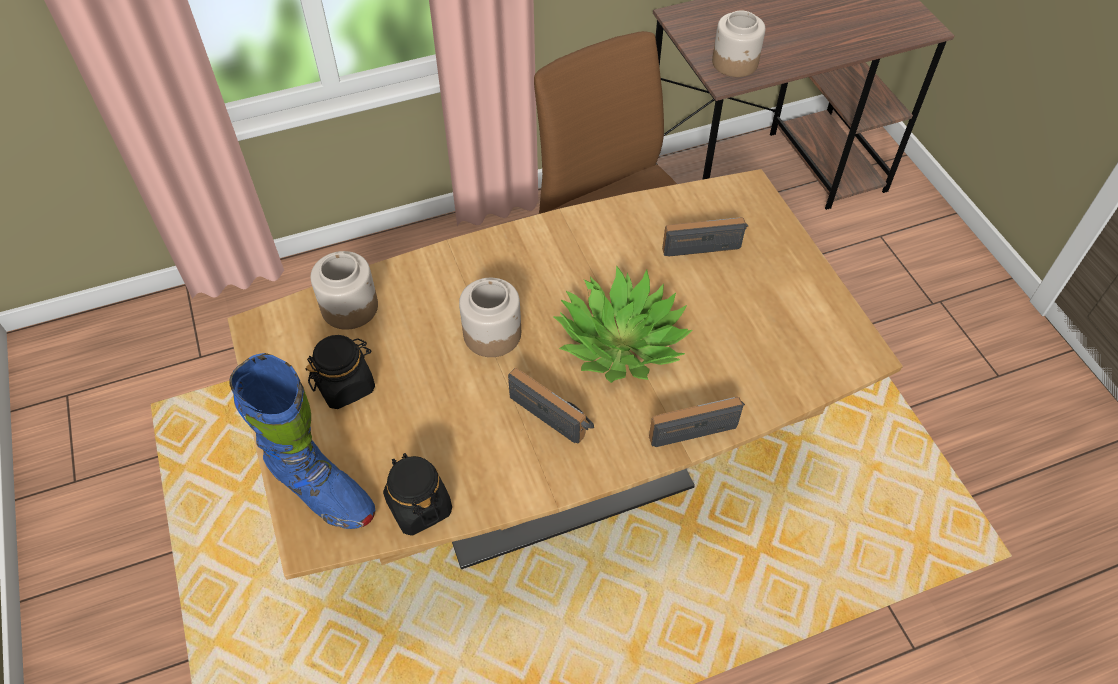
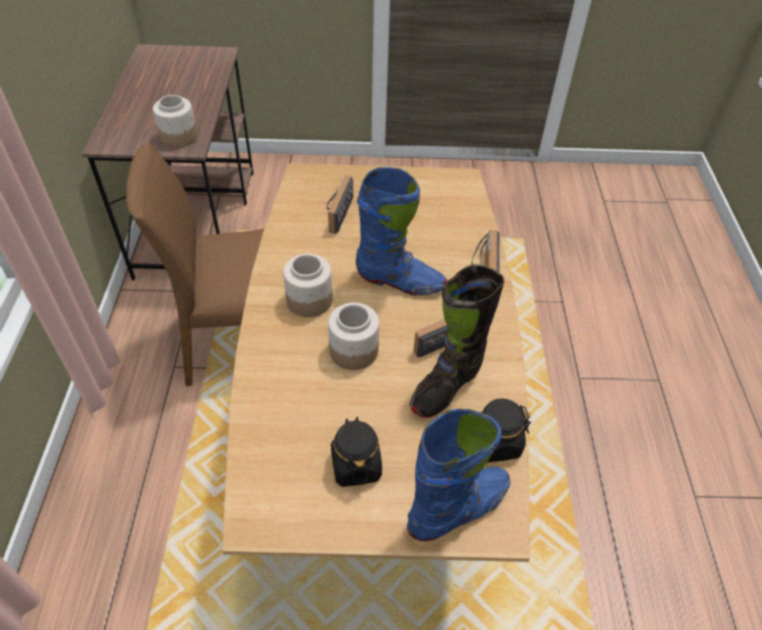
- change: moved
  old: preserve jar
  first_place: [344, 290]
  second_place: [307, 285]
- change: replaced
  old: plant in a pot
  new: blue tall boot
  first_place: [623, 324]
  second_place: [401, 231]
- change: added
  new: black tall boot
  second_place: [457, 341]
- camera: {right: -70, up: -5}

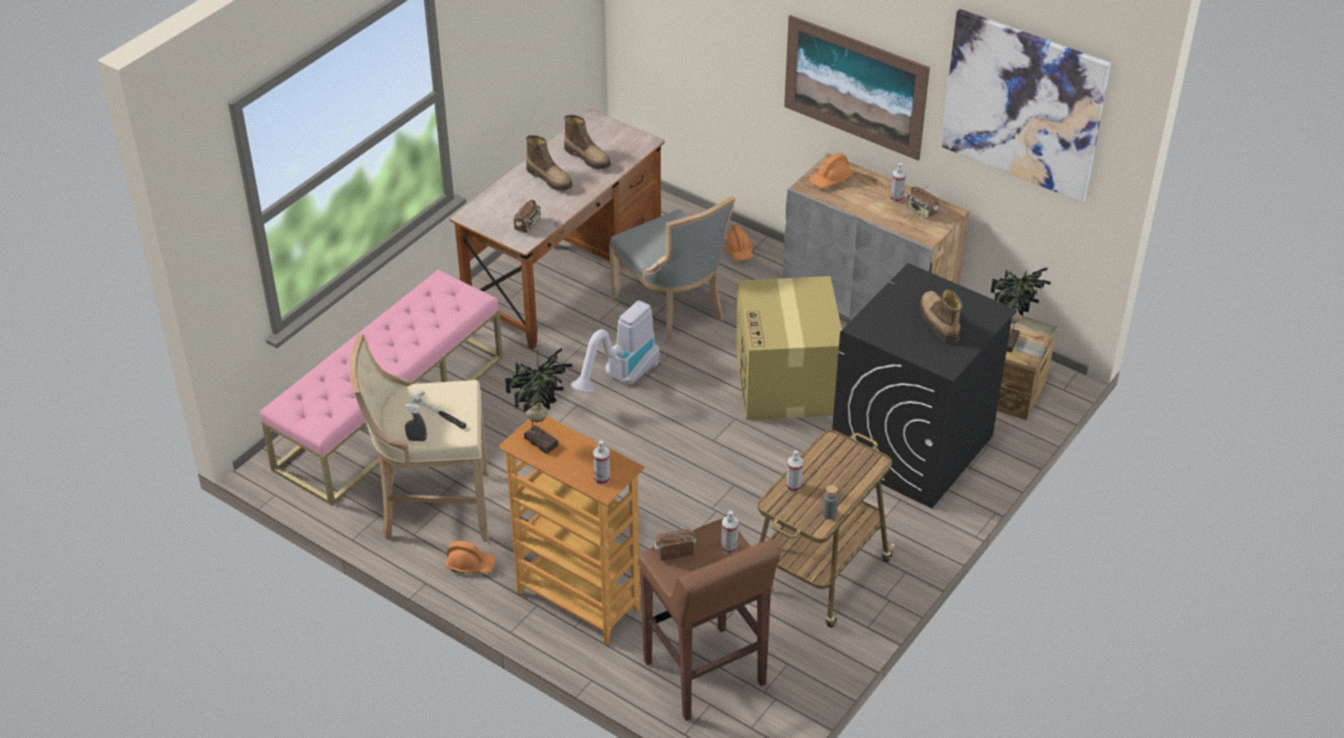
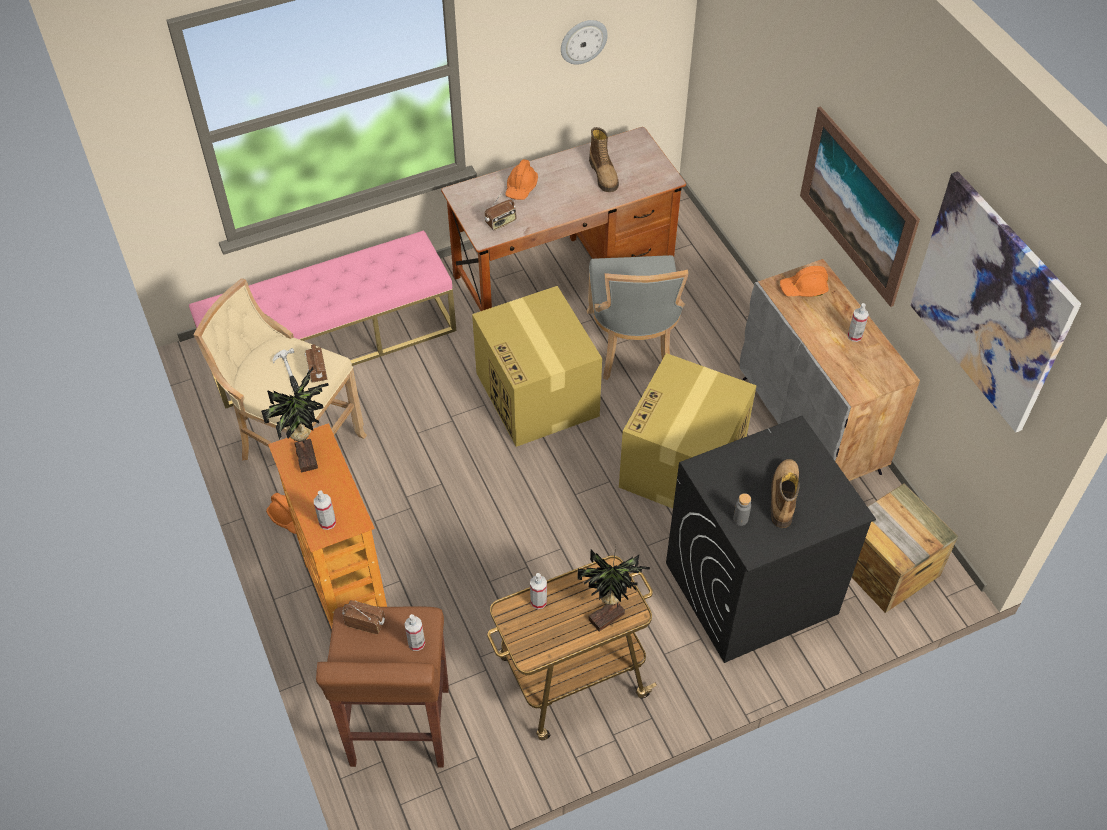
- change: moved
  old: radio set
  first_place: [923, 201]
  second_place: [316, 363]
- change: replaced
  old: vacuum
  new: packing box
  first_place: [615, 347]
  second_place: [537, 366]
- change: moved
  old: orange-coloured safety helmet
  first_place: [738, 242]
  second_place: [521, 179]
- change: added
  new: clock on the wall
  second_place: [584, 42]
- change: moved
  old: plant in a pot
  first_place: [1021, 310]
  second_place: [613, 589]
- change: moved
  old: gray beverage bottle
  first_place: [830, 502]
  second_place: [742, 509]
- change: removed
  old: gray sprayer
  first_place: [416, 422]
- change: removed
  old: tall boot
  first_place: [549, 163]
- camera: {right: 30, up: 10}

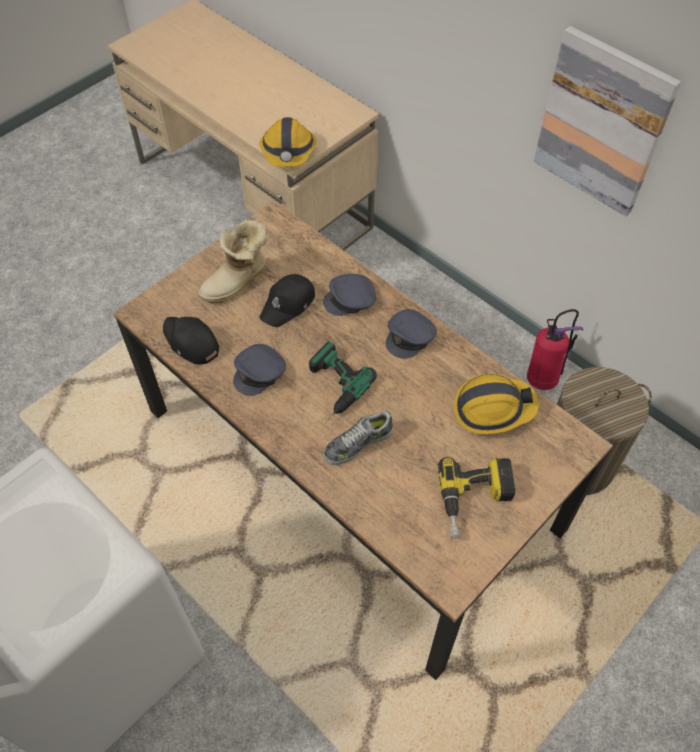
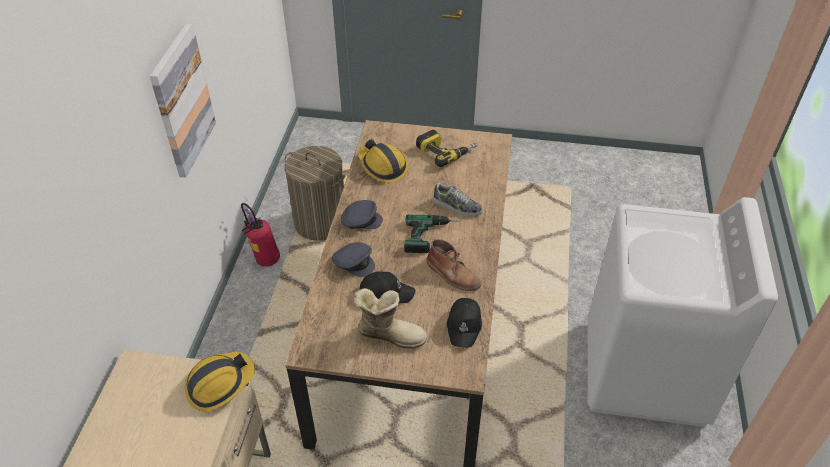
- change: replaced
  old: gray cap
  new: brown-coloured tall boot
  first_place: [259, 370]
  second_place: [454, 265]
- camera: {right: -125, up: -10}

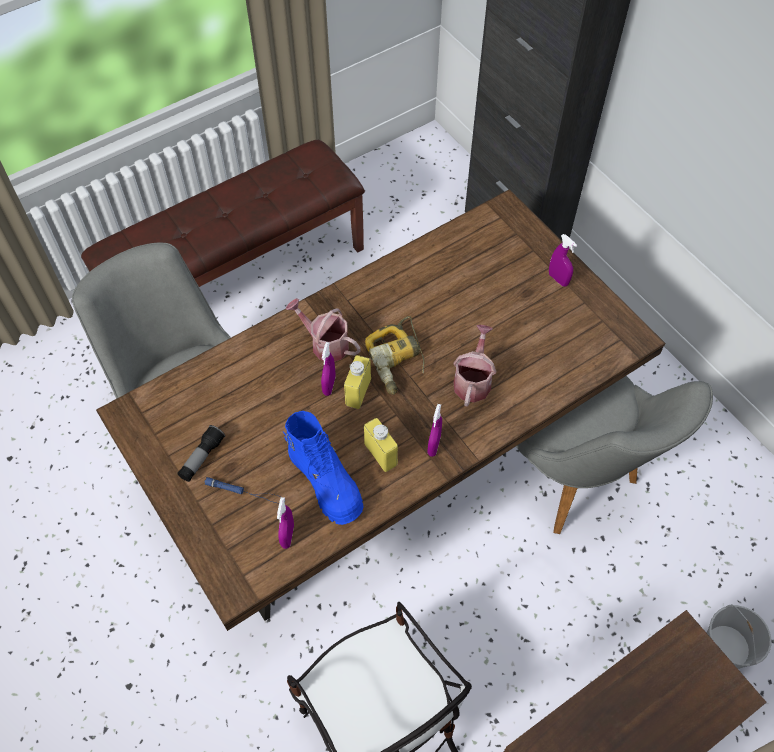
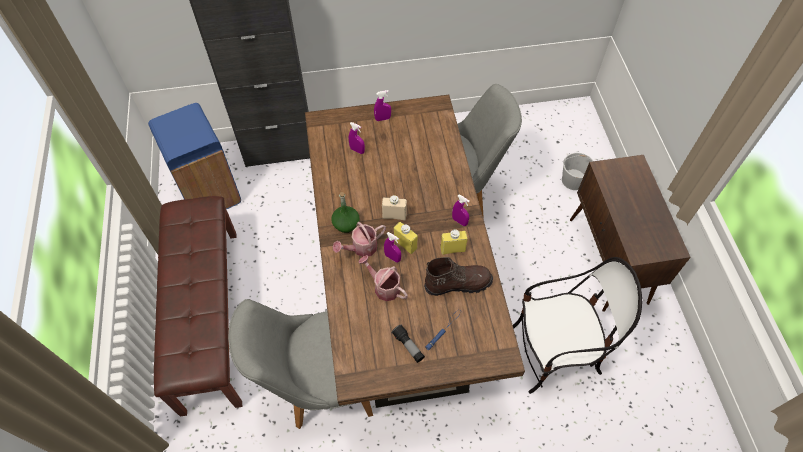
- change: added
  new: blue rubbish bin
  second_place: [194, 156]
- change: added
  new: green-coloured beverage bottle
  second_place: [345, 212]
- change: moved
  old: purplish sprayer
  first_place: [285, 523]
  second_place: [357, 138]
- change: moved
  old: watering can
  first_place: [474, 366]
  second_place: [383, 278]
- change: replaced
  old: drill
  new: beige-coloured beverage bottle
  first_place: [394, 355]
  second_place: [394, 207]
- change: recoloured
  old: blue tall boot
  new: brown-coloured tall boot
  first_place: [323, 468]
  second_place: [458, 276]
- camera: {right: -65, up: 0}

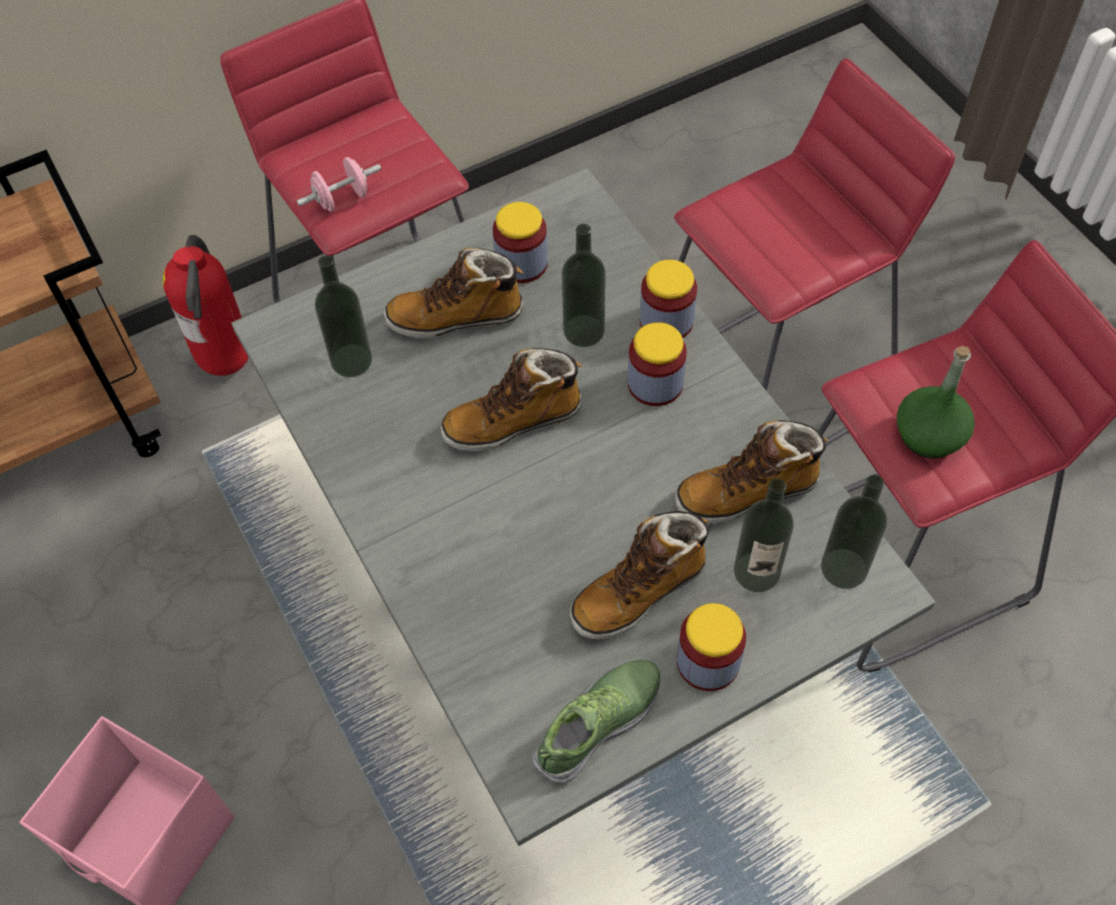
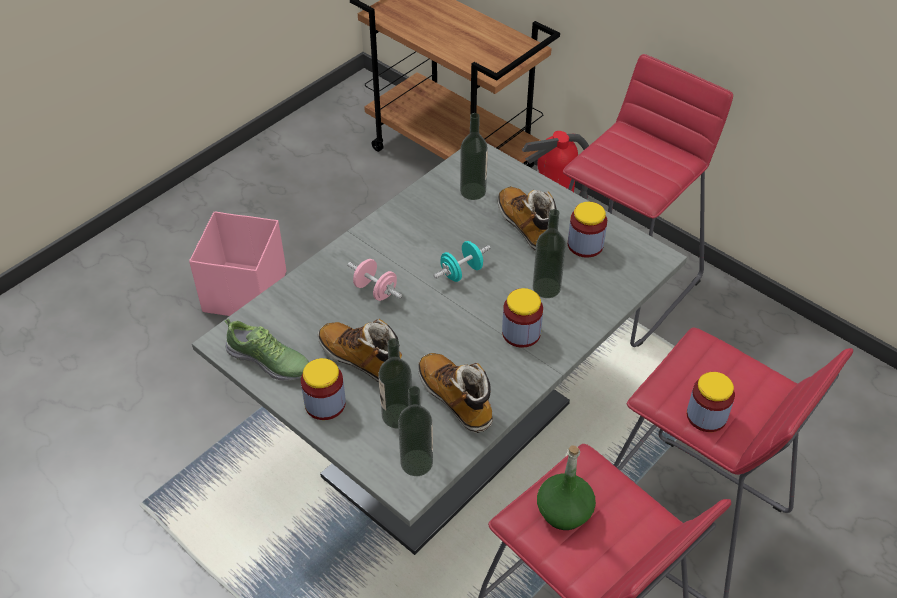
- change: moved
  old: pink-coloured free weight
  first_place: [339, 184]
  second_place: [375, 280]
- change: replaced
  old: tall boot
  new: blue-green free weight
  first_place: [512, 399]
  second_place: [462, 261]
- change: moved
  old: preserve jar
  first_place: [668, 298]
  second_place: [711, 402]
- camera: {right: 70, up: -10}

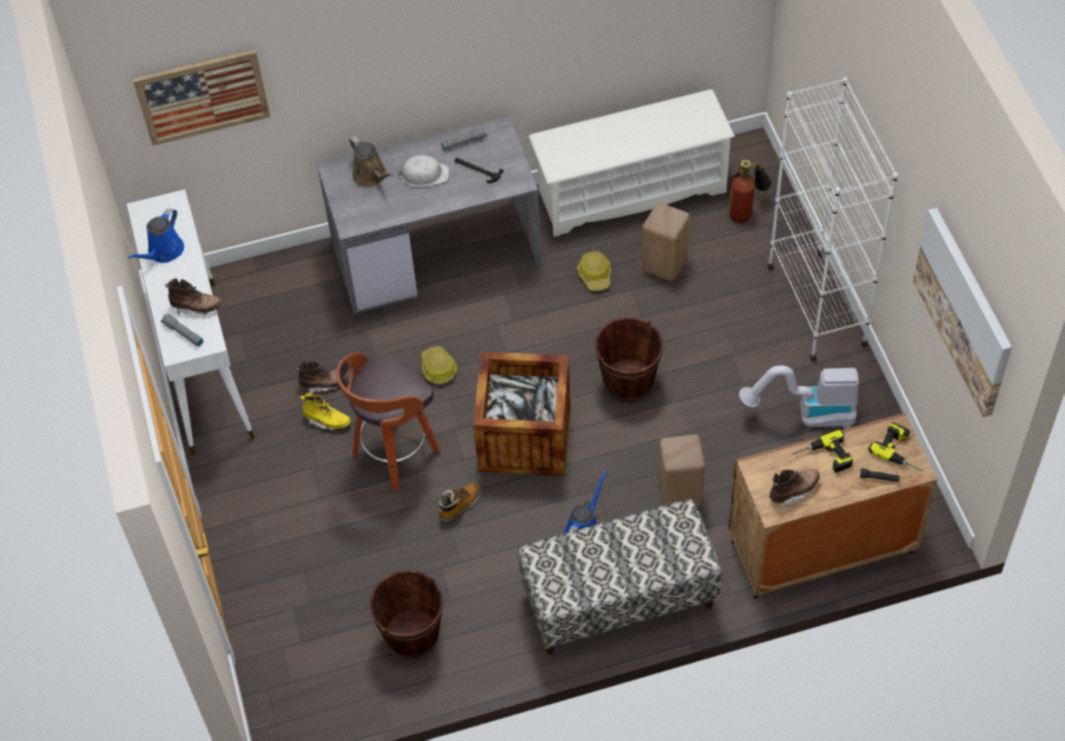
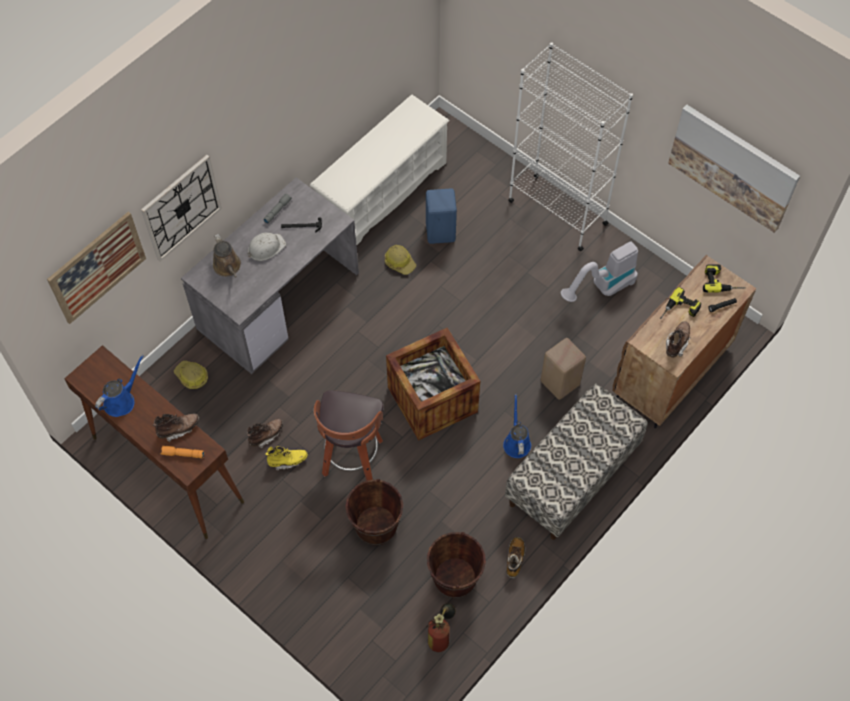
- change: recoloured
  old: white console table
  new: brown-coloured console table
  first_place: [191, 322]
  second_place: [154, 442]
- change: turned
  old: blue watering can
  first_place: [155, 235]
  second_place: [119, 386]
  degrees: -135
- change: added
  new: clock on the wall
  second_place: [181, 208]
- change: recoloured
  old: gray flashlight
  new: orange-coloured flashlight
  first_place: [182, 330]
  second_place: [182, 452]
- change: moved
  old: safety helmet
  first_place: [439, 365]
  second_place: [191, 375]
- change: turned
  old: brown-coloured watering can
  first_place: [371, 161]
  second_place: [227, 256]
  degrees: 45
- change: moved
  old: brown-coloured bucket
  first_place: [629, 359]
  second_place: [374, 512]
- change: recoloured
  old: beige-coloured stool seat
  new: blue stool seat
  first_place: [665, 241]
  second_place: [441, 216]
- change: moved
  old: extinguisher
  first_place: [750, 191]
  second_place: [441, 627]
- change: moved
  old: tall boot
  first_place: [459, 502]
  second_place: [515, 557]
- camera: {right: -35, up: 5}

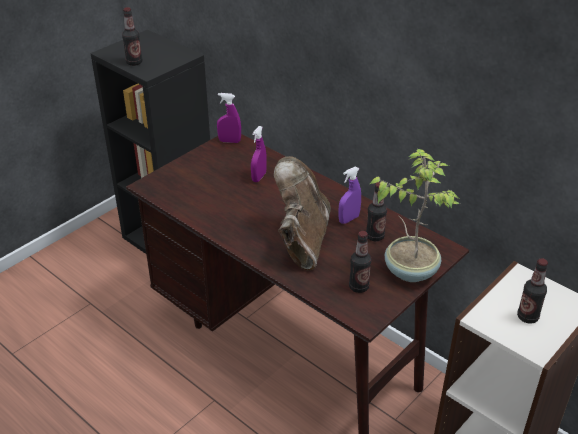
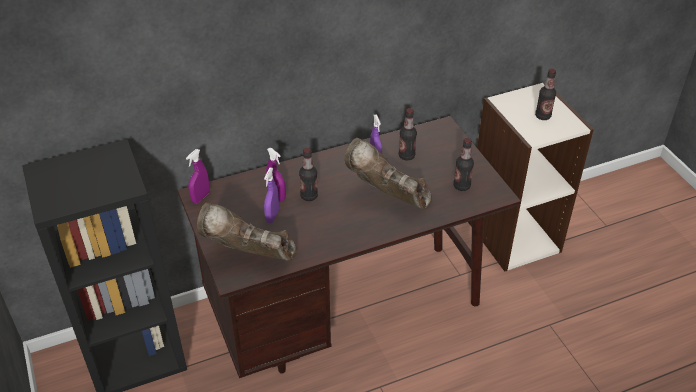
- change: added
  new: brown-coloured tall boot
  second_place: [246, 231]
- change: added
  new: purplish sprayer
  second_place: [271, 195]
- change: moved
  old: beverage bottle
  first_place: [132, 36]
  second_place: [308, 174]
- change: removed
  old: plant in a pot
  first_place: [415, 215]
- camera: {right: -65, up: 5}

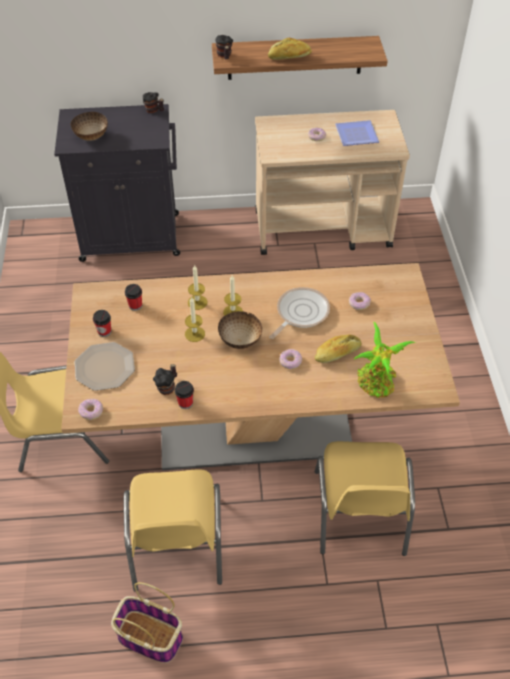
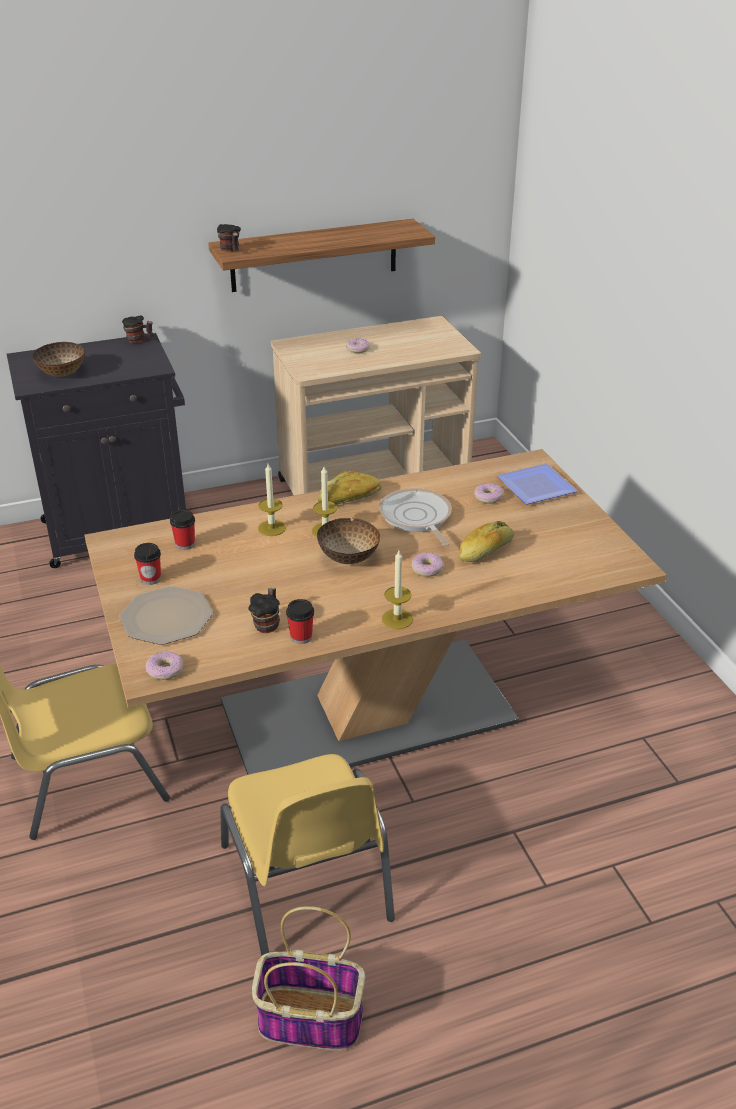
- change: moved
  old: baked bread
  first_place: [290, 49]
  second_place: [350, 488]
- change: turned
  old: skillet
  first_place: [299, 313]
  second_place: [415, 517]
  degrees: -45
- change: moved
  old: wax candle
  first_place: [195, 319]
  second_place: [397, 590]
- change: moved
  old: plate
  first_place: [357, 133]
  second_place: [537, 483]
- change: removed
  old: yellowish chair
  first_place: [365, 498]
- change: removed
  old: plant in a pot
  first_place: [384, 360]
- camera: {right: -15, up: -15}

